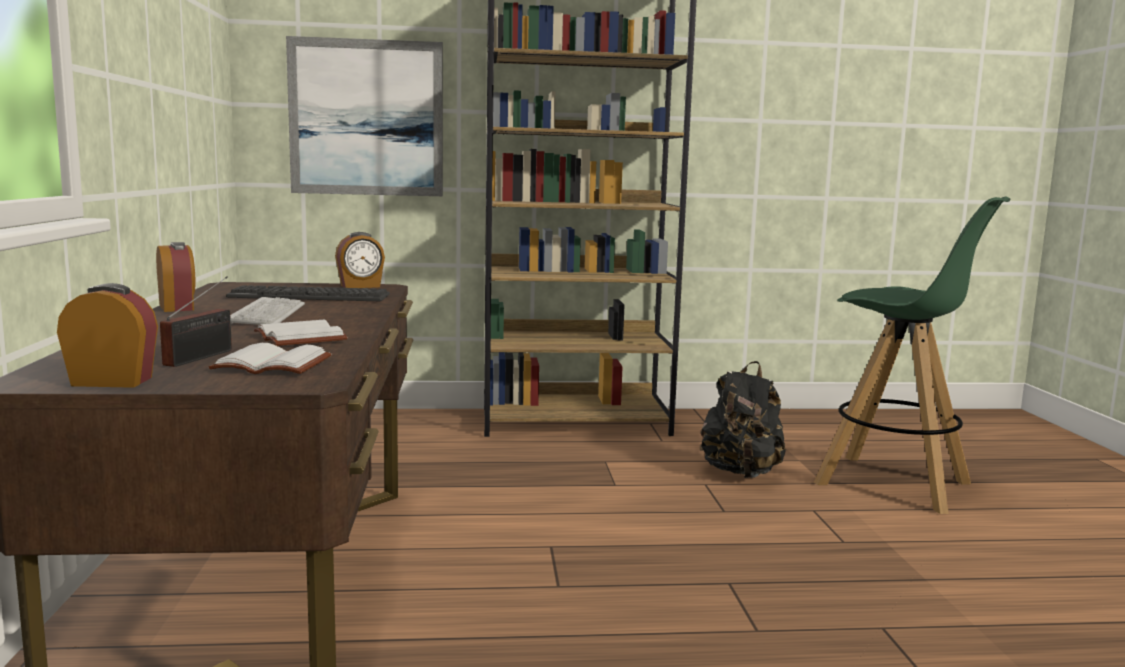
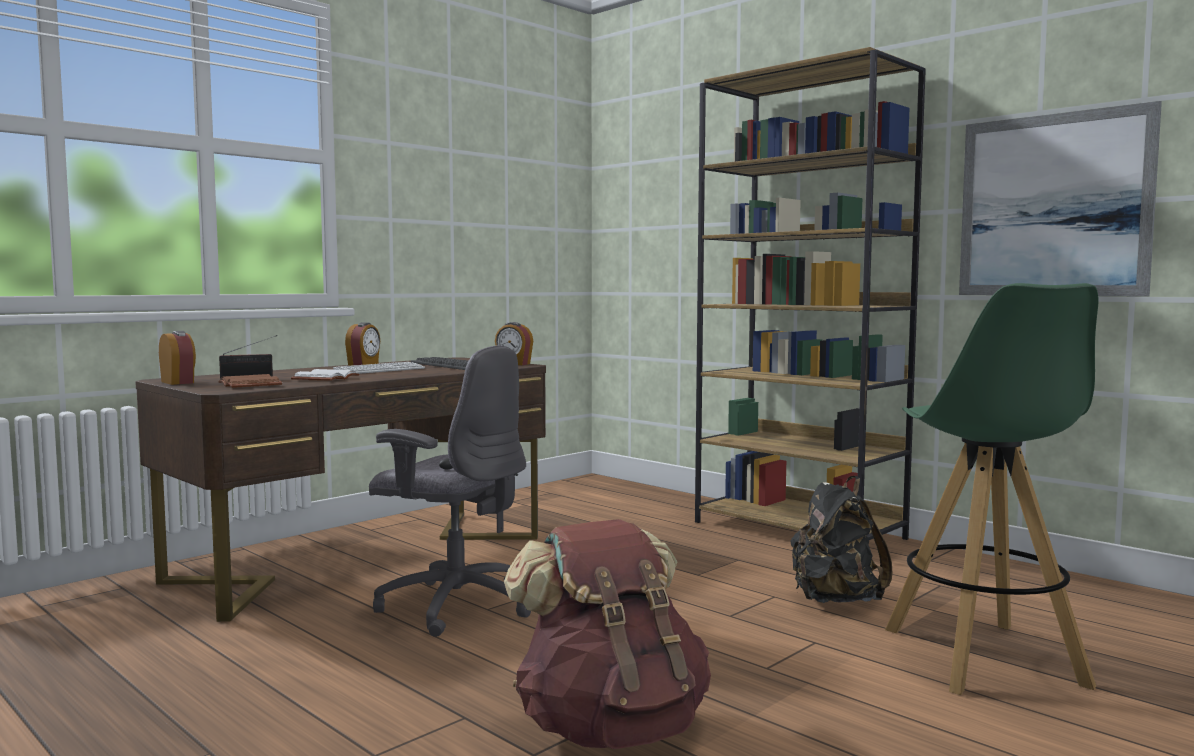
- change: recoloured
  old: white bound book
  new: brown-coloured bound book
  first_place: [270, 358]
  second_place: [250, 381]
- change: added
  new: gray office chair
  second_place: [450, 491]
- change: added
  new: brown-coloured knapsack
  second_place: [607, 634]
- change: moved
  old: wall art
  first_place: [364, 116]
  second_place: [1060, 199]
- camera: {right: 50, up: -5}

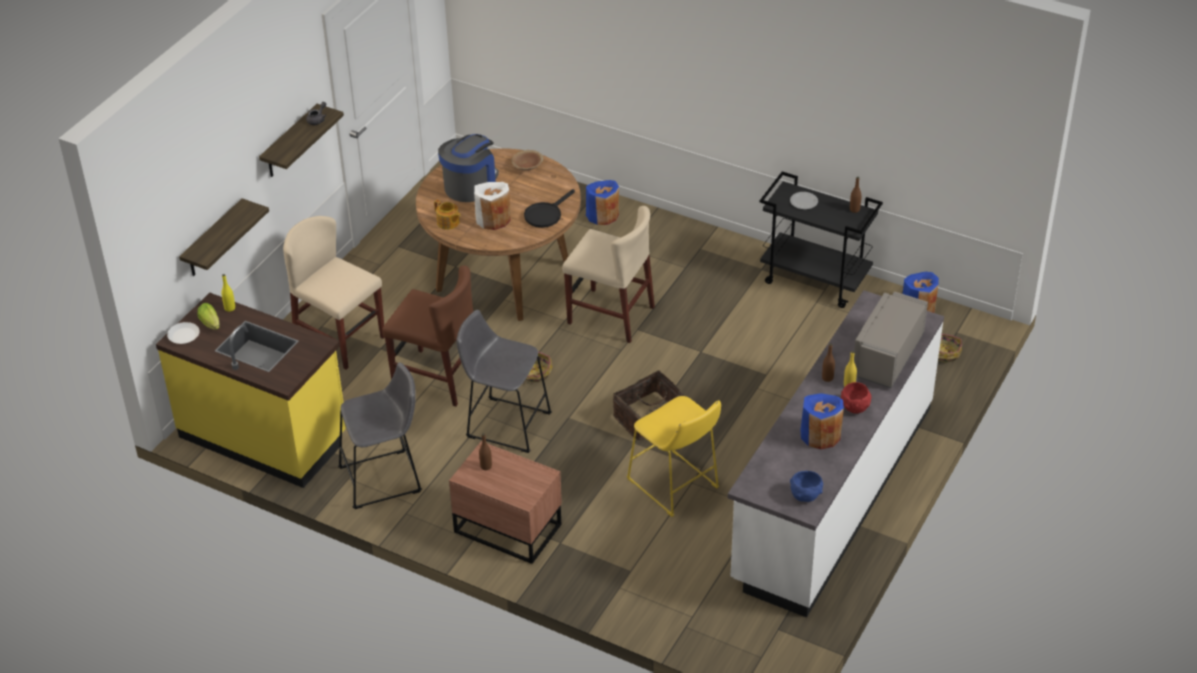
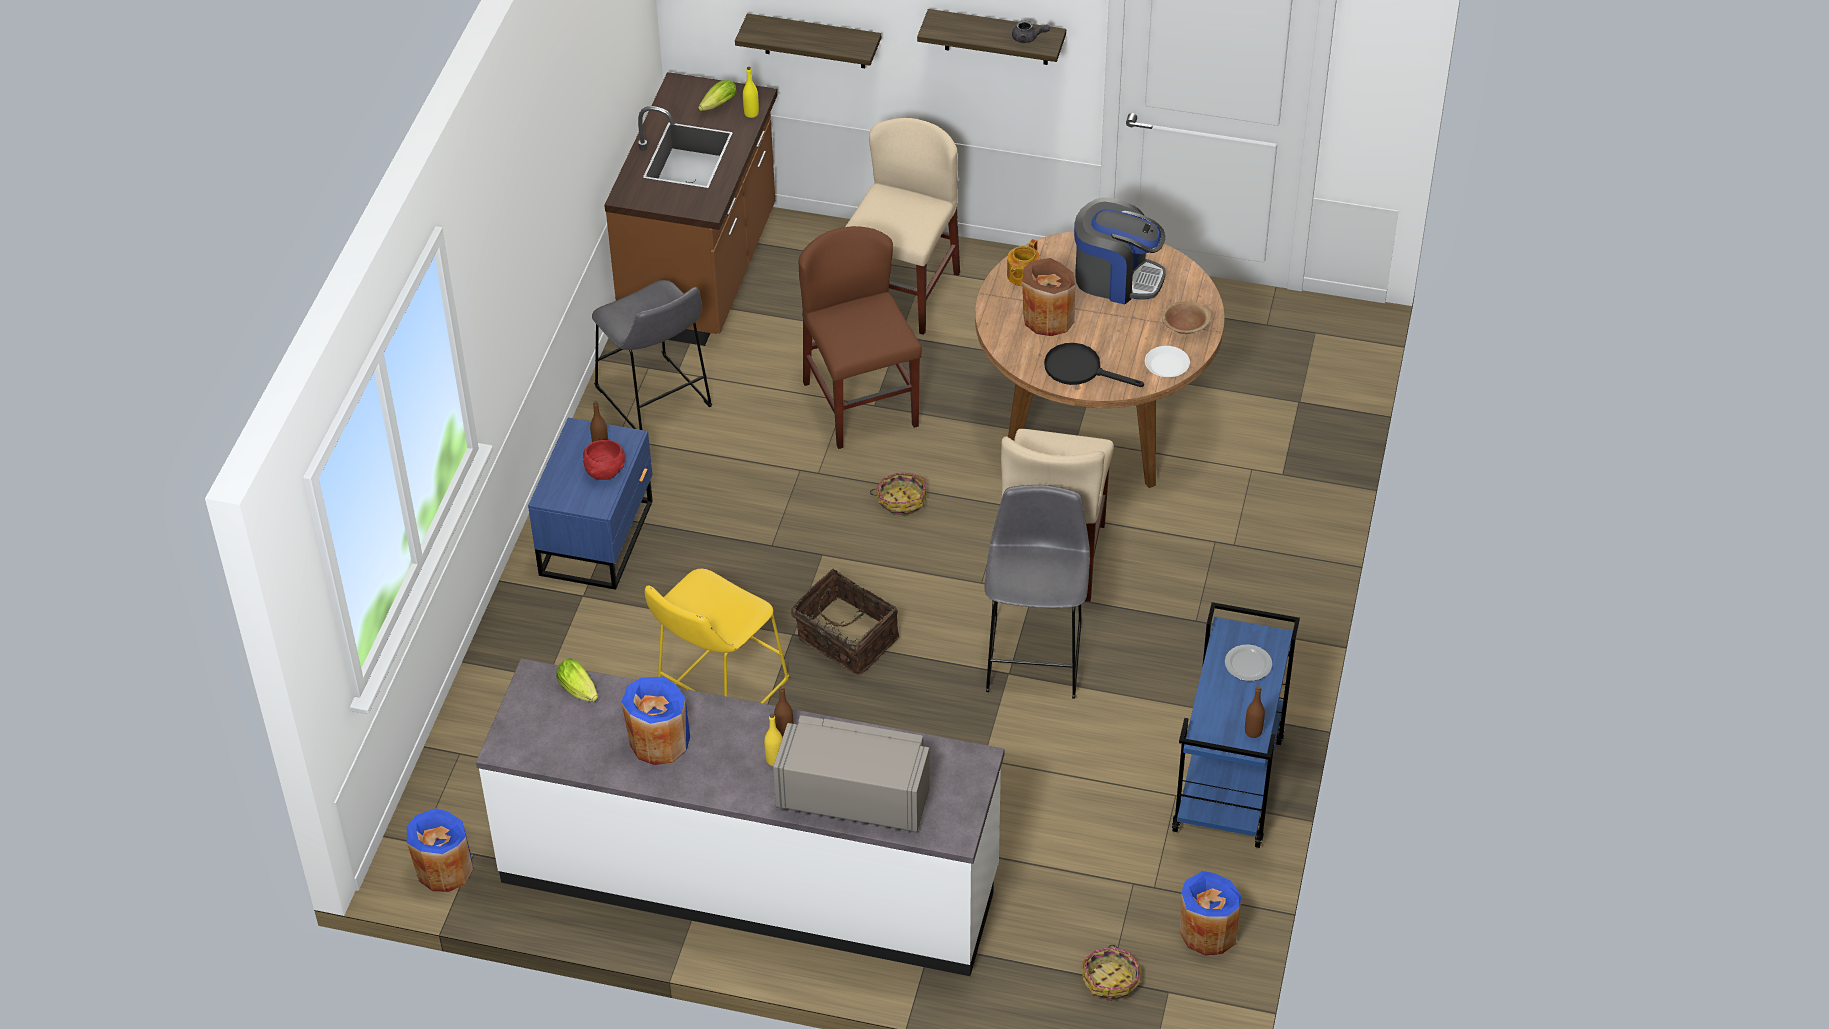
- change: moved
  old: blue decorative vase
  first_place: [602, 202]
  second_place: [440, 850]
- change: recoloured
  old: brown-coloured bedside table
  new: blue bedside table
  first_place: [505, 502]
  second_place: [590, 504]
- change: added
  new: lettuce
  second_place: [577, 680]
- change: moved
  old: reddish serving bowl
  first_place: [856, 397]
  second_place: [604, 460]
- change: recoloured
  old: yellowish kitchen counter
  new: brown-coloured kitchen counter
  first_place: [251, 390]
  second_place: [690, 209]
- change: turned
  old: brown-coloured chair
  first_place: [427, 335]
  second_place: [860, 337]
  degrees: 150
- change: moved
  old: gray stool seat
  first_place: [504, 381]
  second_place: [1037, 592]
- change: recoloured
  old: white decorative vase
  new: brown-coloured decorative vase
  first_place: [492, 206]
  second_place: [1048, 297]
- change: moved
  old: white plate
  first_place: [183, 333]
  second_place: [1167, 361]
- change: recoloured
  old: black wheeled cart
  new: blue wheeled cart
  first_place: [821, 240]
  second_place: [1236, 725]
- change: removed
  old: blue serving bowl
  first_place: [806, 486]
- camera: {right: 75, up: 5}

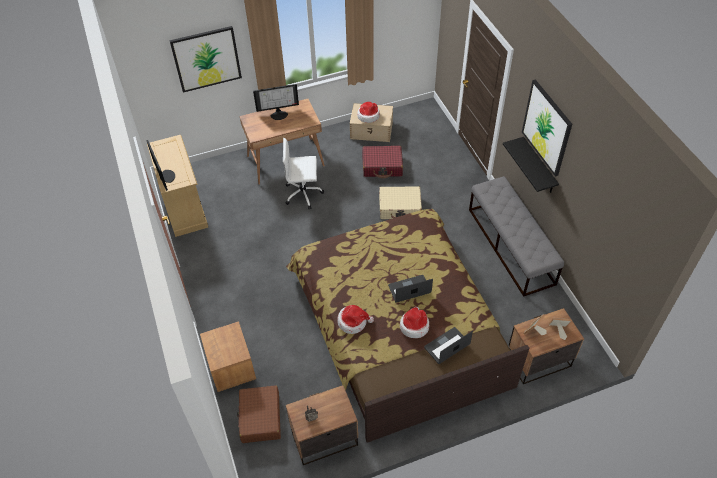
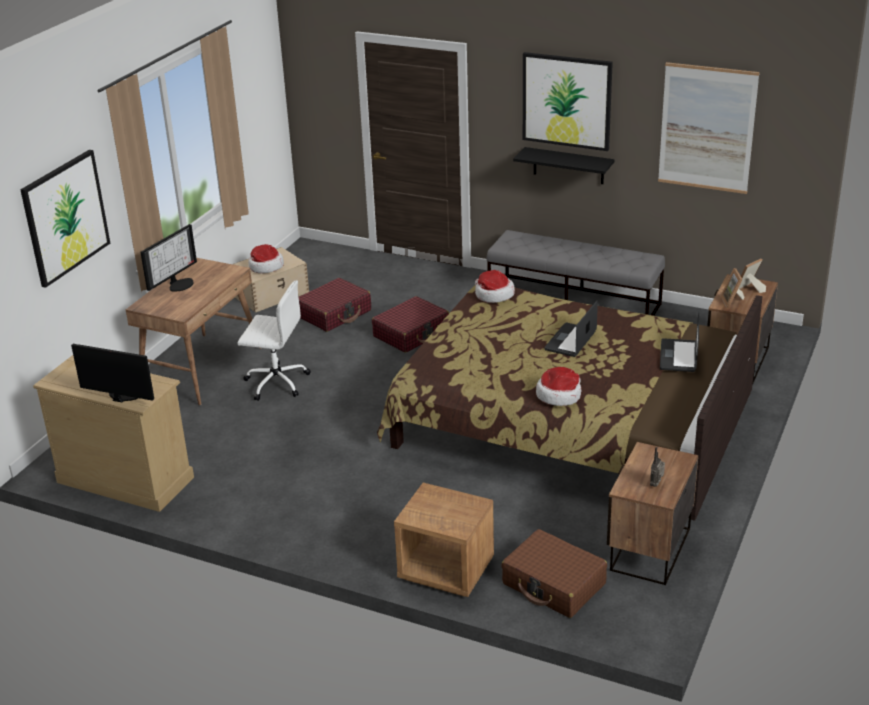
- change: turned
  old: white office chair
  first_place: [303, 173]
  second_place: [274, 340]
  degrees: -120
- change: recoloured
  old: beige-coloured suitcase
  new: reddish suitcase
  first_place: [400, 202]
  second_place: [410, 324]
- change: moved
  old: wearable hat
  first_place: [414, 322]
  second_place: [495, 286]
- change: added
  new: wall art
  second_place: [709, 128]
- camera: {right: -45, up: -20}

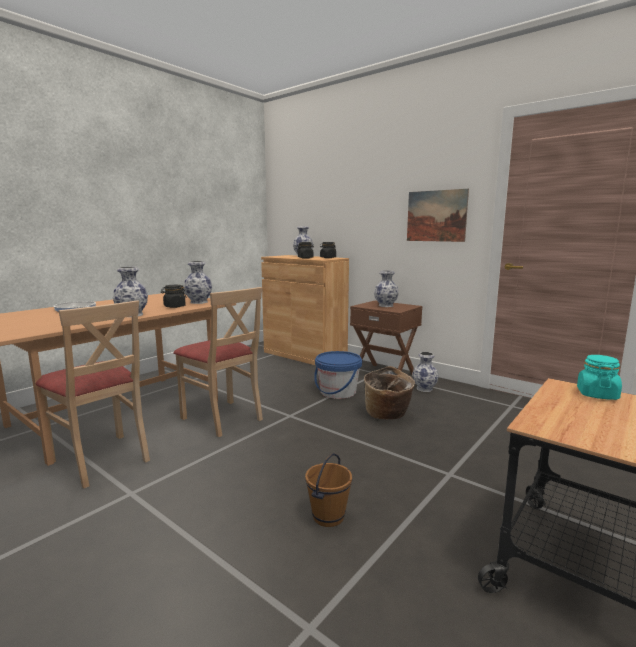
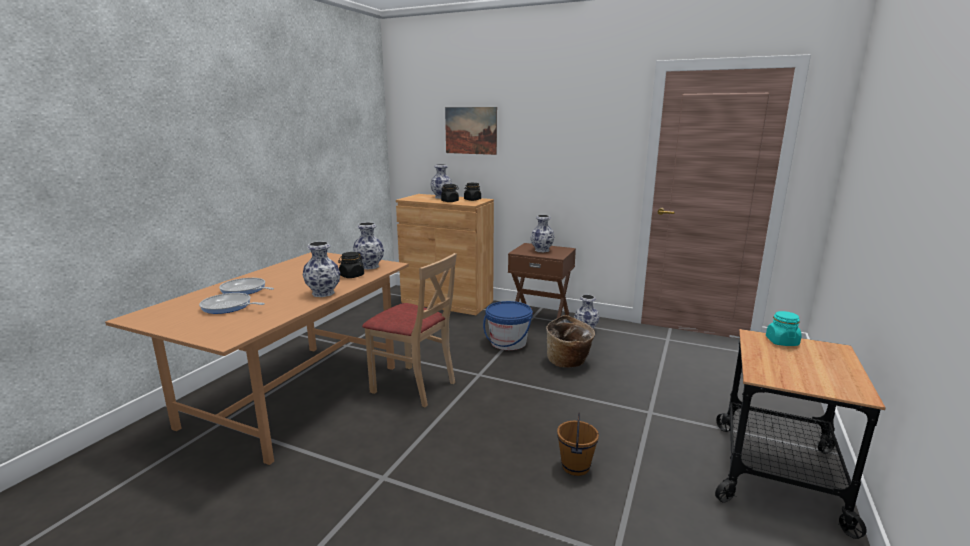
- change: added
  new: skillet
  second_place: [232, 303]
- change: moved
  old: wall art
  first_place: [438, 215]
  second_place: [471, 131]
- change: removed
  old: beige-coloured chair
  first_place: [93, 394]
- camera: {right: -15, up: 5}

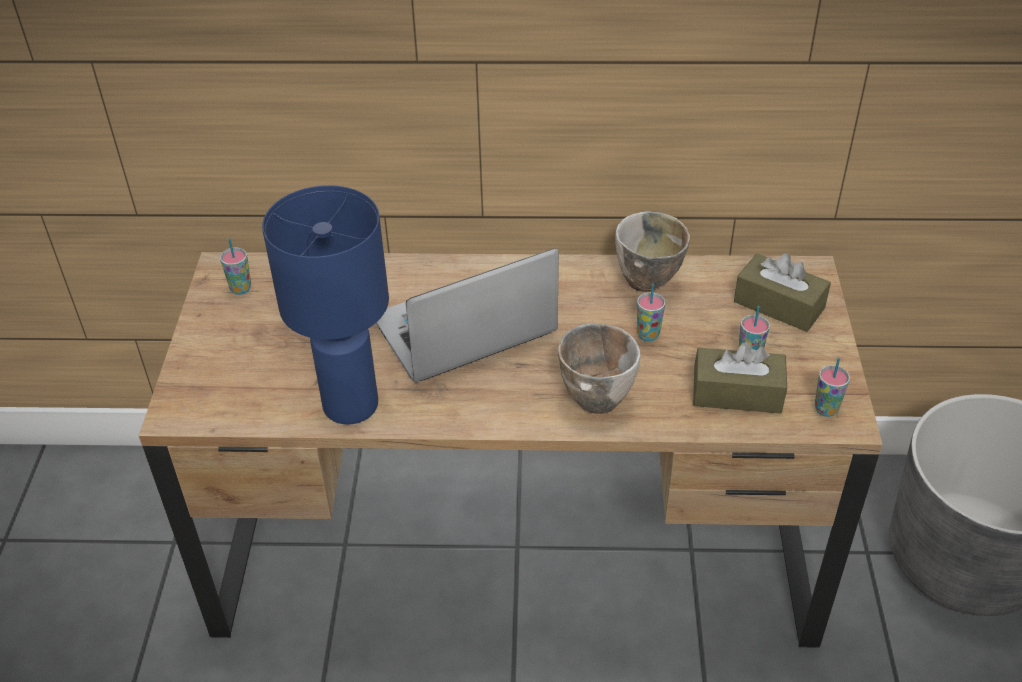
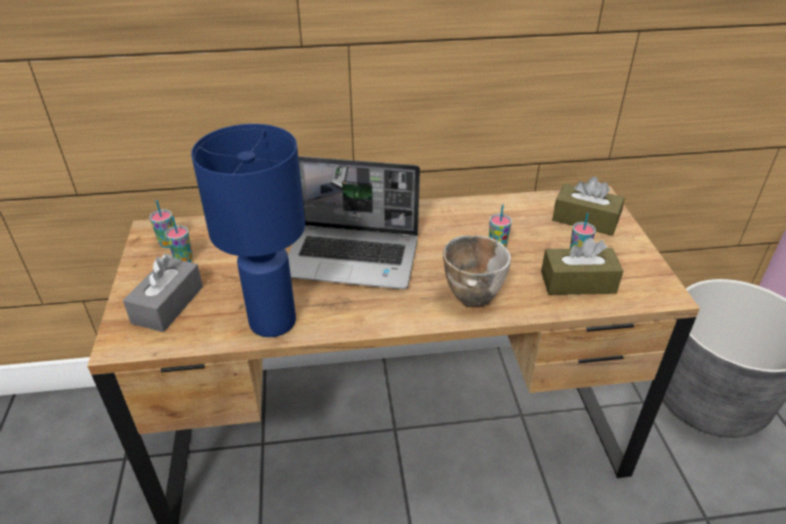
- change: added
  new: gray tissue holder
  second_place: [163, 293]
- change: moved
  old: small cup
  first_place: [832, 387]
  second_place: [179, 239]
- change: turned
  old: notebook computer
  first_place: [467, 315]
  second_place: [354, 222]
  degrees: -135
- change: removed
  old: serving bowl
  first_place: [652, 251]
- camera: {right: -10, up: -5}

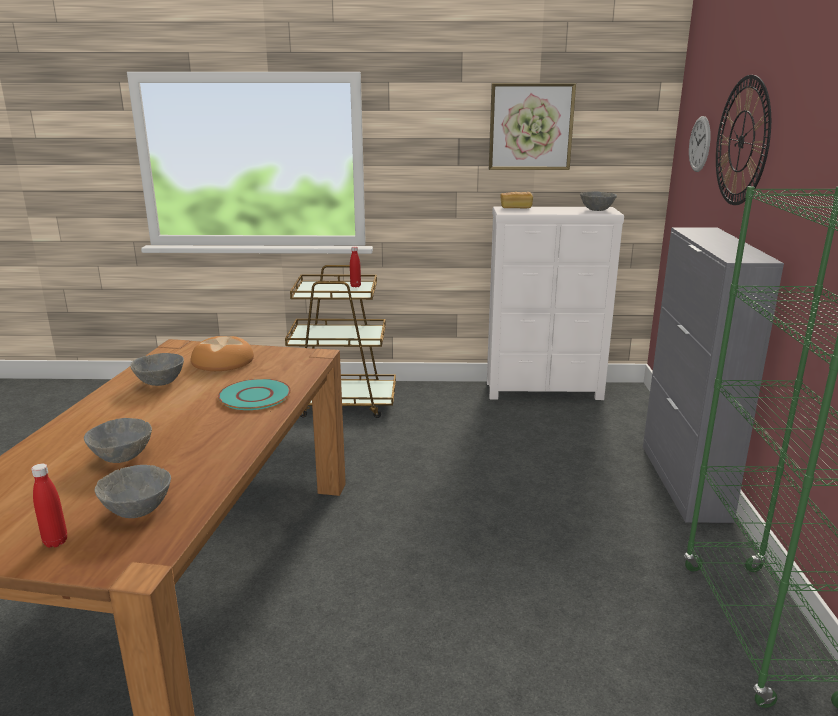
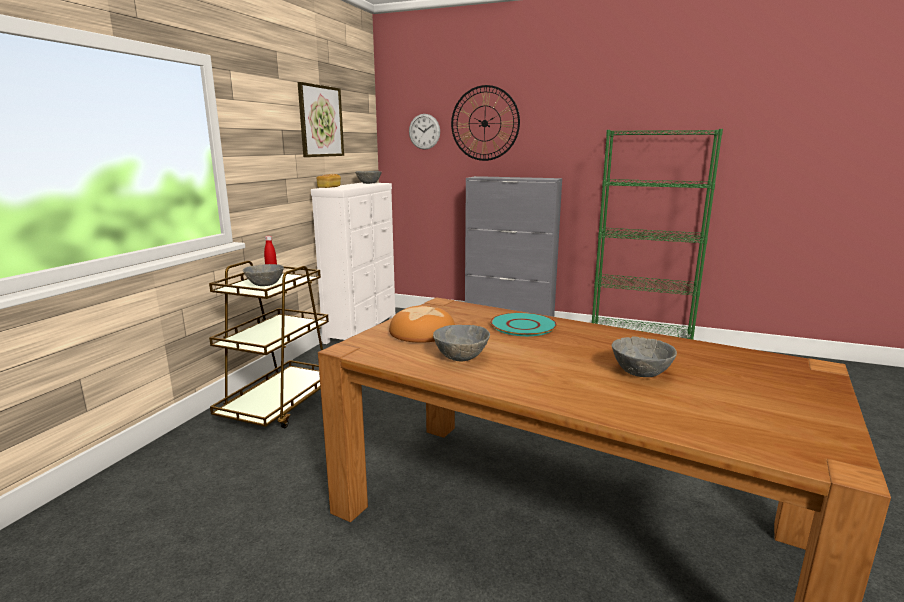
- change: moved
  old: gray serving bowl
  first_place: [133, 491]
  second_place: [263, 275]
- change: removed
  old: reddish beverage bottle
  first_place: [49, 506]
- camera: {right: -70, up: -5}

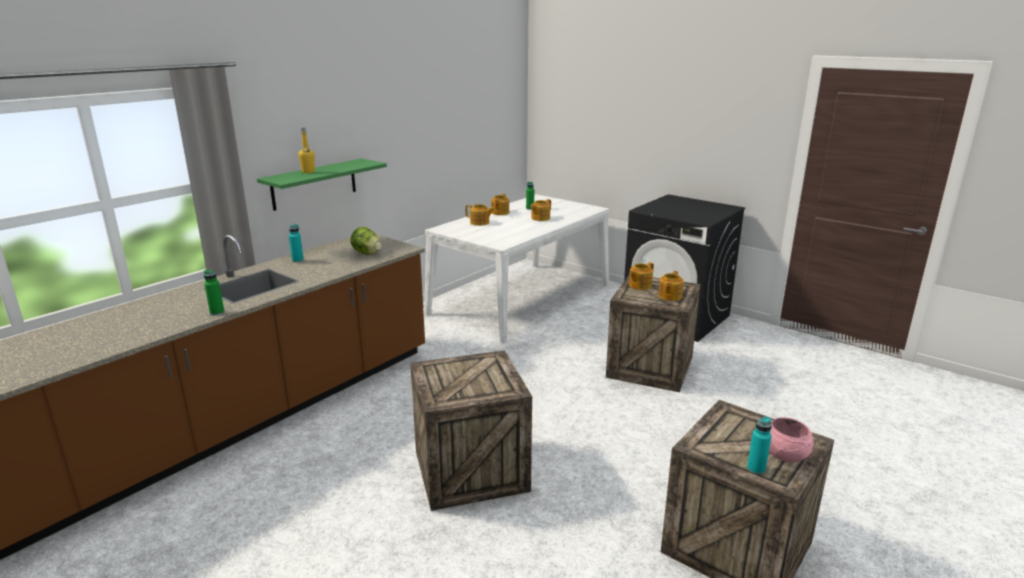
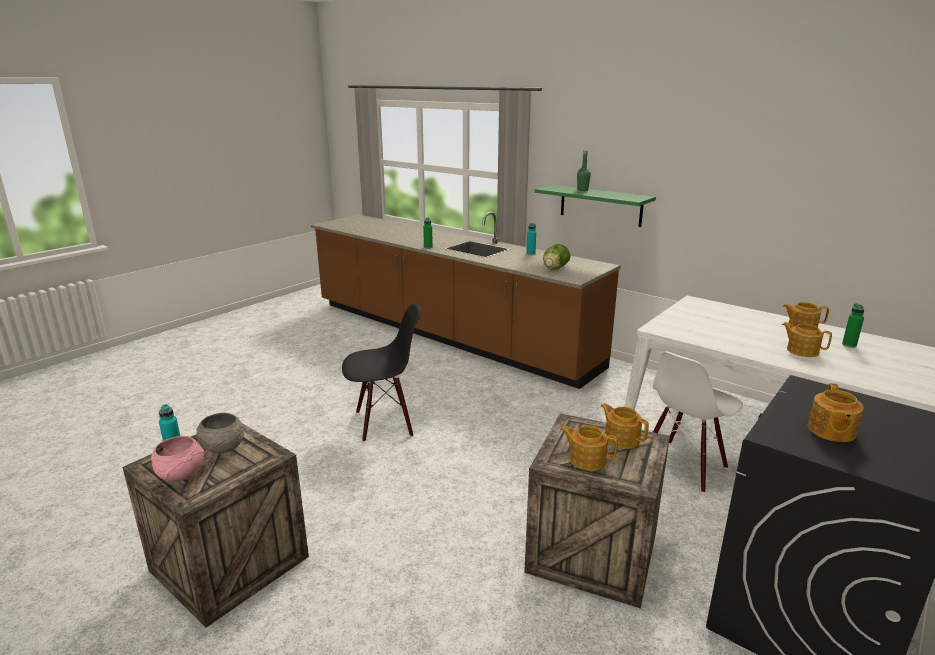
- change: added
  new: gray serving bowl
  second_place: [220, 433]
- change: replaced
  old: packing crate
  new: black chair
  first_place: [471, 430]
  second_place: [381, 373]
- change: recoloured
  old: yellowish beverage bottle
  new: green-coloured beverage bottle
  first_place: [307, 150]
  second_place: [584, 170]
- change: added
  new: white chair
  second_place: [698, 422]
- change: moved
  old: pot for tea
  first_place: [480, 215]
  second_place: [836, 412]
- camera: {right: 90, up: 0}

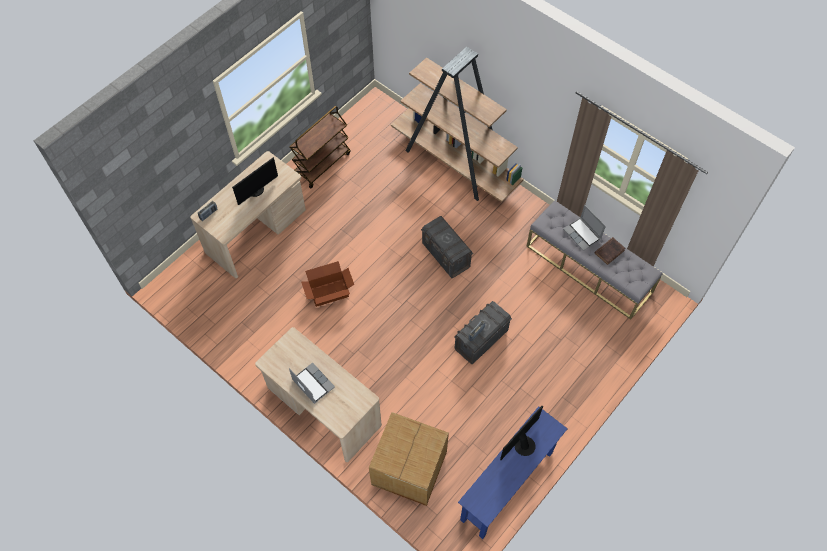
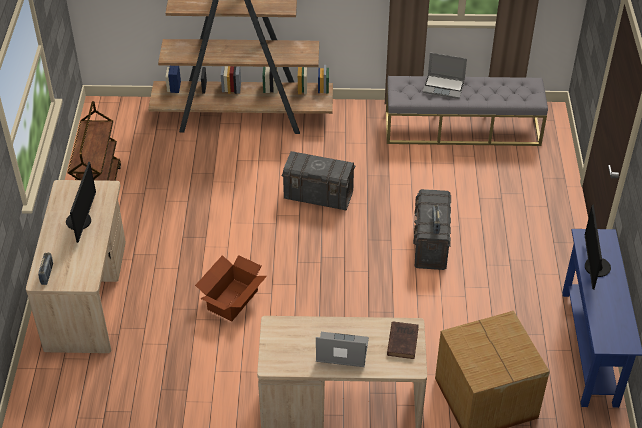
- change: moved
  old: brown-coloured bound book
  first_place: [610, 251]
  second_place: [403, 340]
- camera: {right: -40, up: -15}

